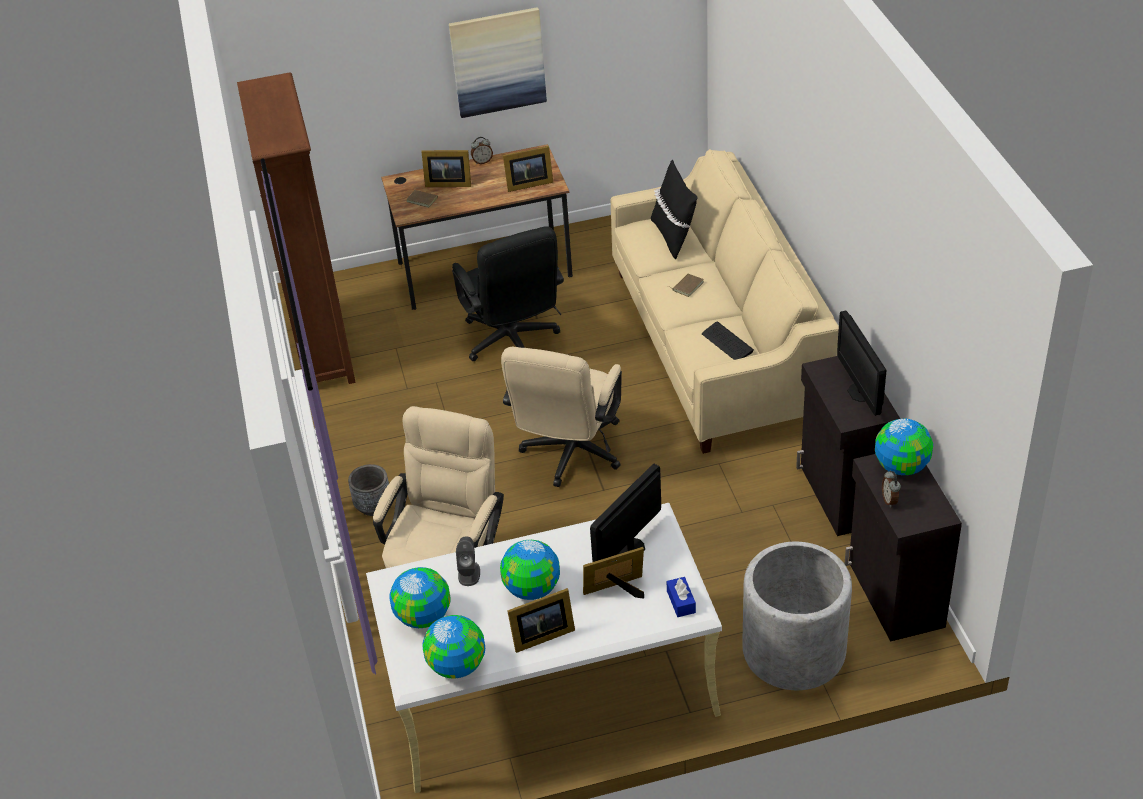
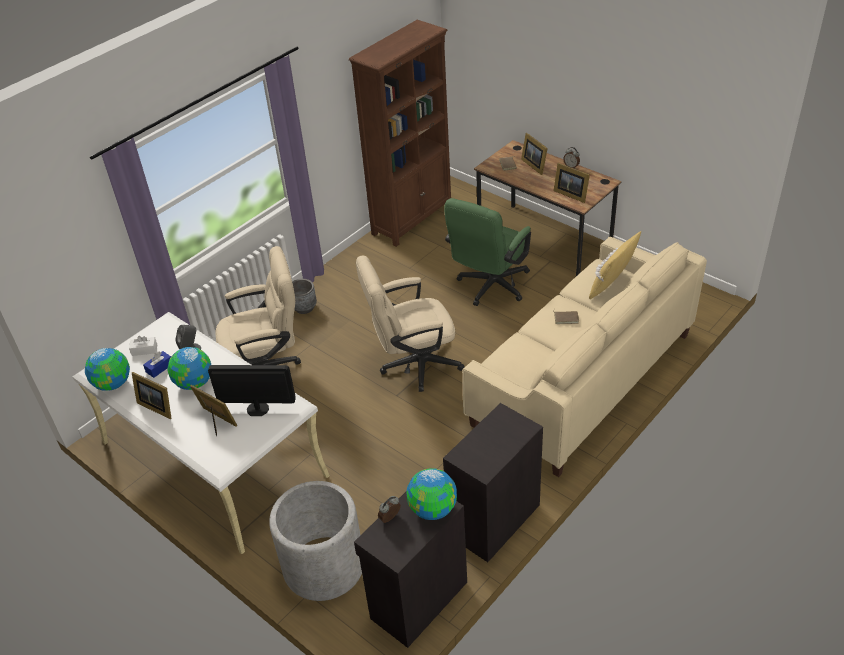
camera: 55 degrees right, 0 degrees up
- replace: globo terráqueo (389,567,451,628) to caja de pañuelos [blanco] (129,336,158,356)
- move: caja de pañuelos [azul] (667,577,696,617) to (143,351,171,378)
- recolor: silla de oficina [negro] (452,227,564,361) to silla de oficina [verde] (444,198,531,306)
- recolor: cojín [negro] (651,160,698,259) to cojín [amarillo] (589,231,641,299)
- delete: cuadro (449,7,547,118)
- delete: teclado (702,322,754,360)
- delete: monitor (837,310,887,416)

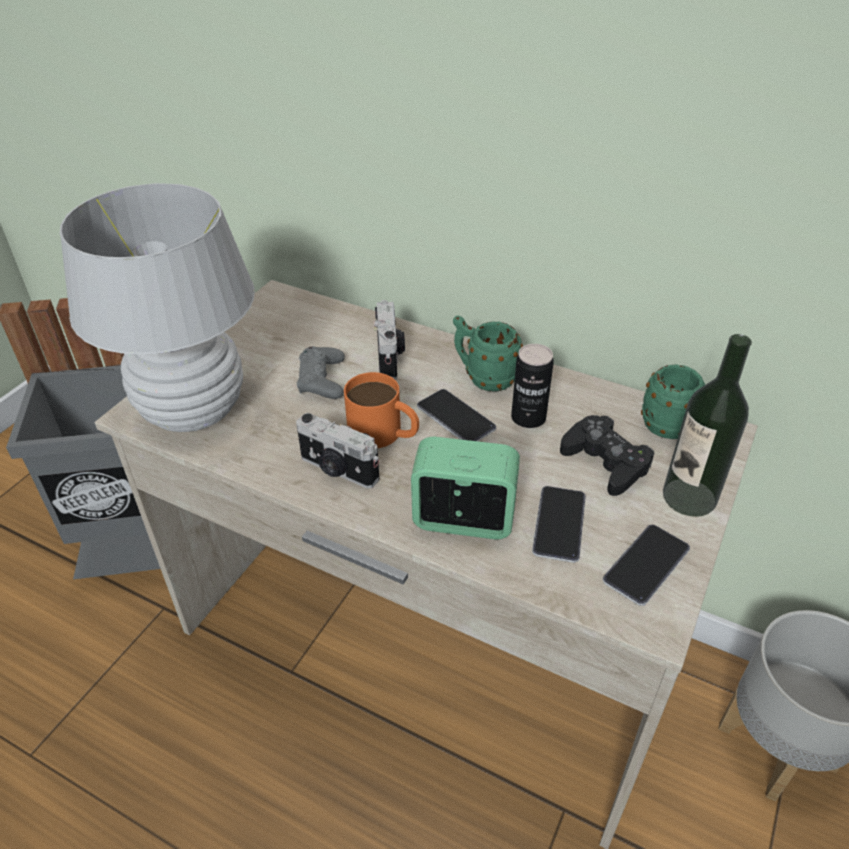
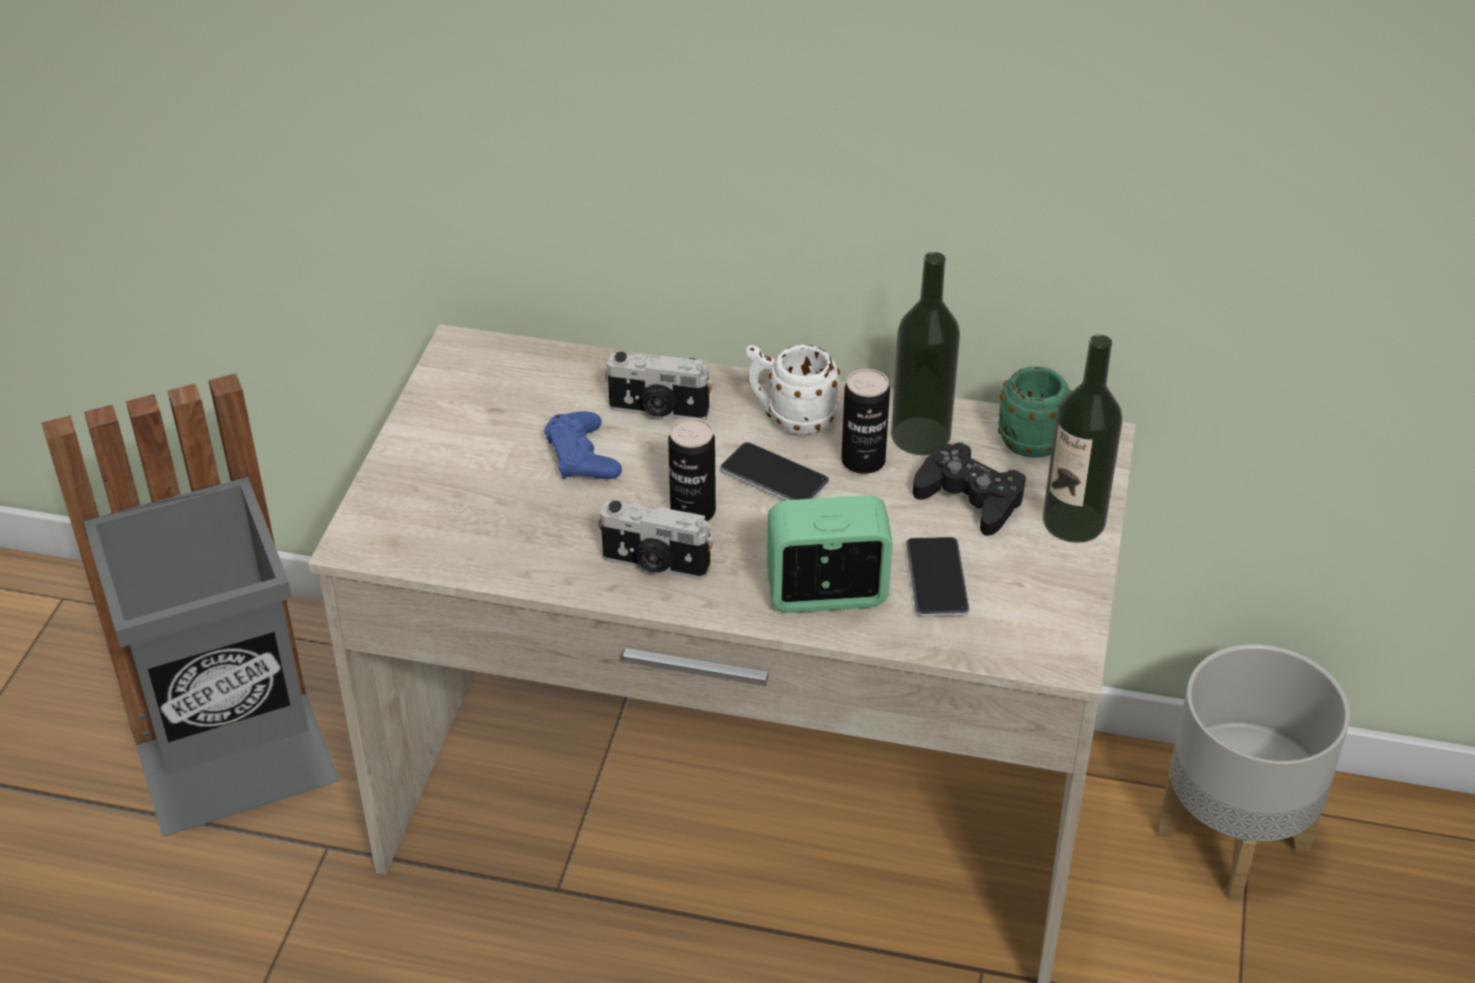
camera: 15 degrees left, 0 degrees up
- recolor: mando de consola [gris] (297,346,345,399) to mando de consola [azul] (544,411,622,479)
- rotate: cámara (373,300,405,380) = (605,352,713,420) 120 degrees clockwise
- replace: taza grande [naranja] (344,372,419,448) to lata (668,418,716,521)
- recolor: taza grande [verde] (453,315,523,391) to taza grande [blanco] (745,345,840,435)
- insert: botella (891,252,960,455)
- delete: lámpara de mesa [blanco] (60,183,255,432)
- delete: móvil (603,525,690,606)

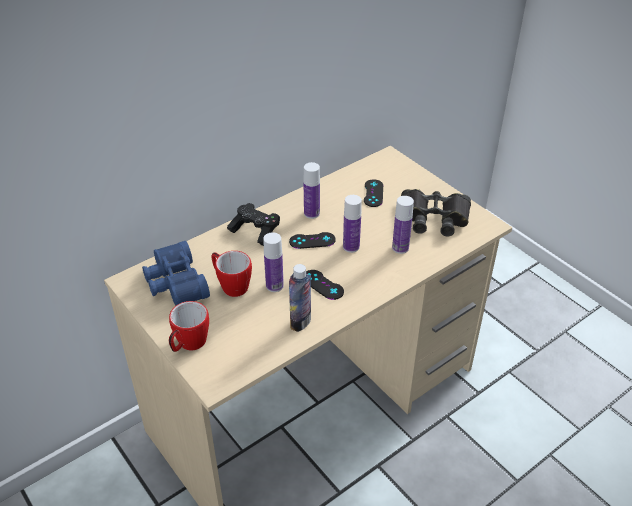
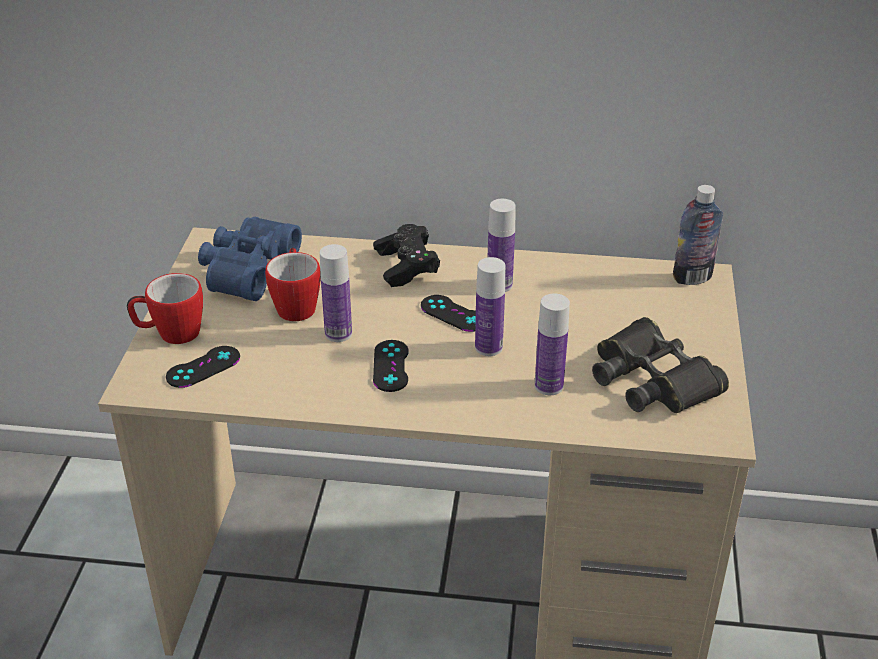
camera: 45 degrees right, 5 degrees down
- move: mando de consola [negro] (364,179,383,207) to (166,346,240,388)
- move: botella (289,264,311,332) to (673,185,723,285)

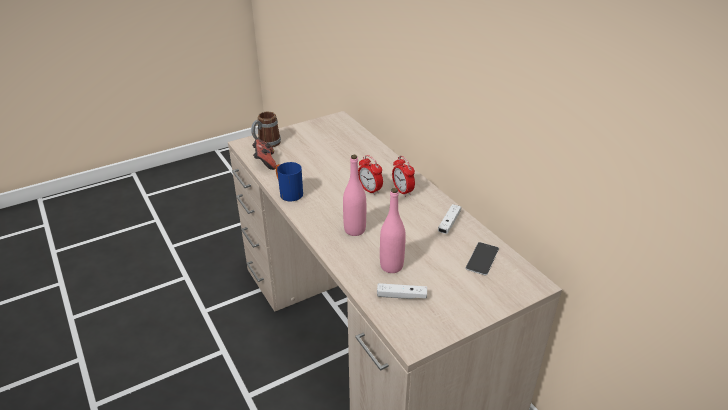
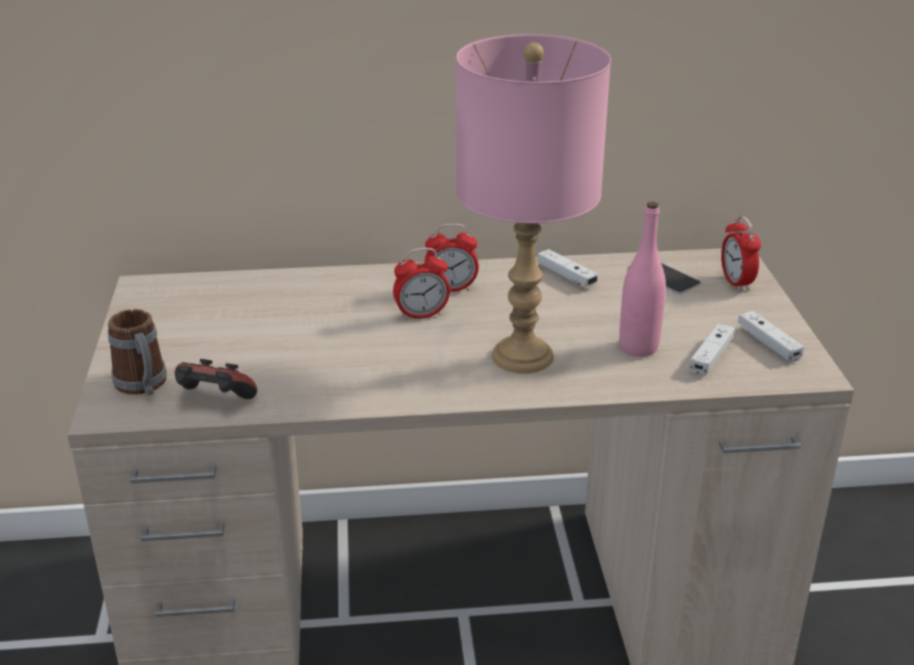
camera: 65 degrees left, 5 degrees down
- replace: botella [rosa] (343,155,366,236) to lámpara de mesa [rosa] (456,34,611,373)
- insert: despertador (721,215,761,292)
- insert: mando de consola [blanco] (738,311,804,363)
- delete: taza grande [azul] (276,162,303,201)

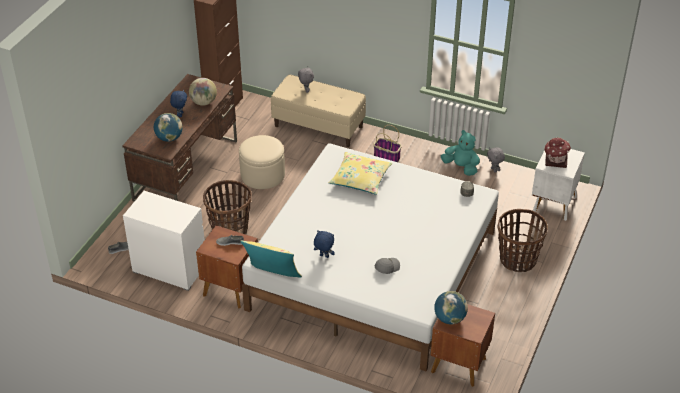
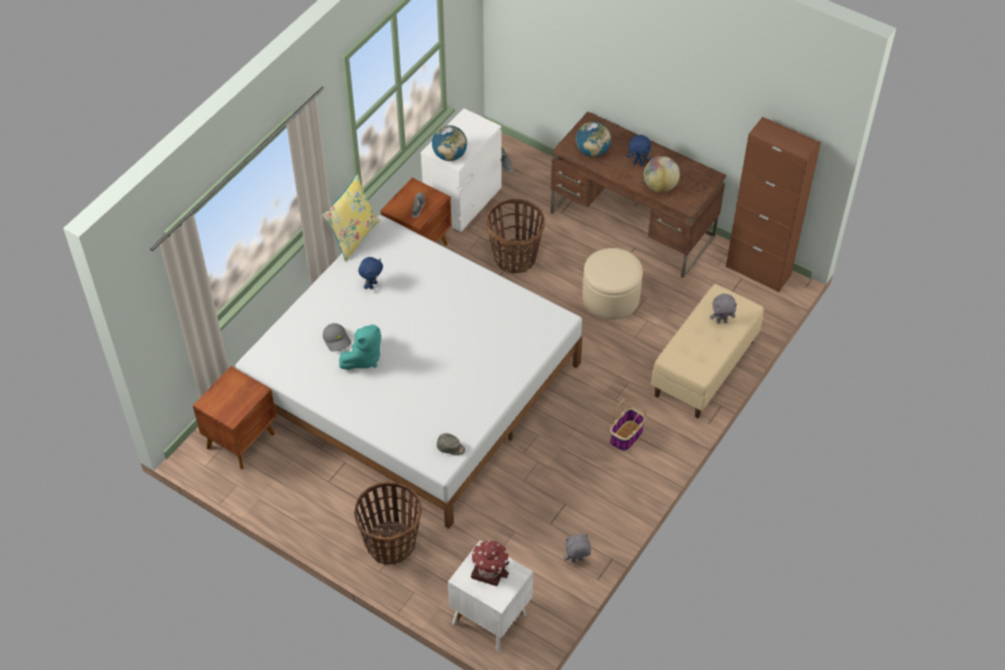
camera: 100 degrees right, 10 degrees up
- move: peluche [turquesa] (441,130,480,176) to (339,324,381,370)
- move: globo terráqueo (434,291,468,324) to (432,125,467,161)
- delete: cojín [amarillo] (329,152,392,195)

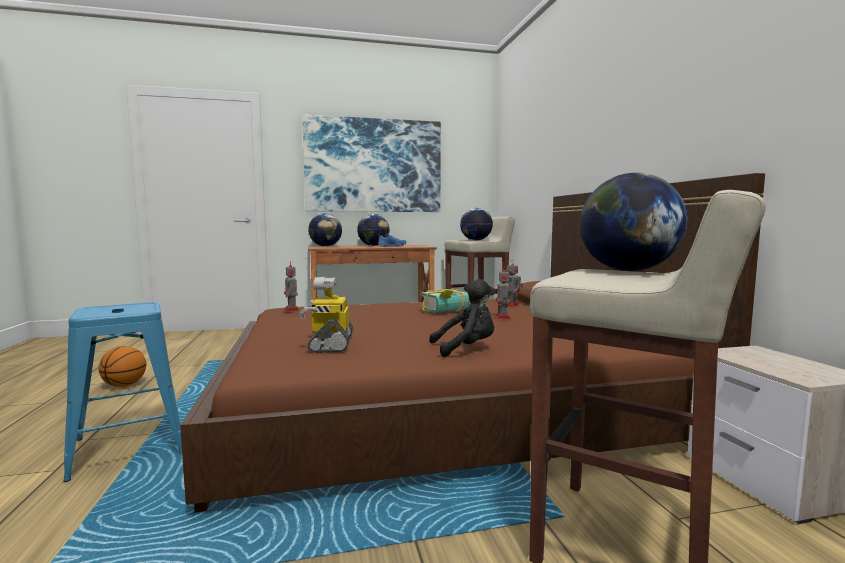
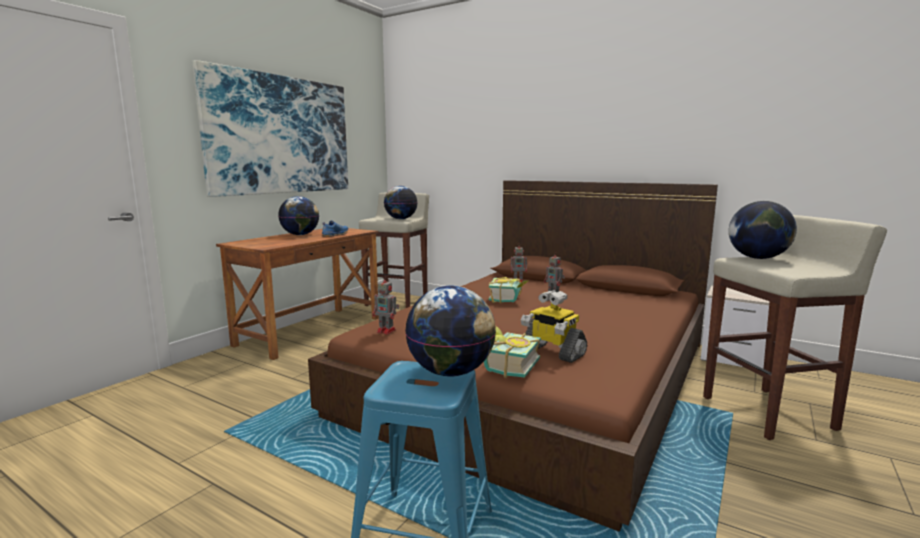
camera: 45 degrees left, 5 degrees up
- move: globo terráqueo (308,213,342,247) to (405,286,496,377)
- insert: libro (484,326,541,378)
- delete: balón de baloncesto (99,346,146,387)
- delete: peluche [negro] (429,279,495,357)

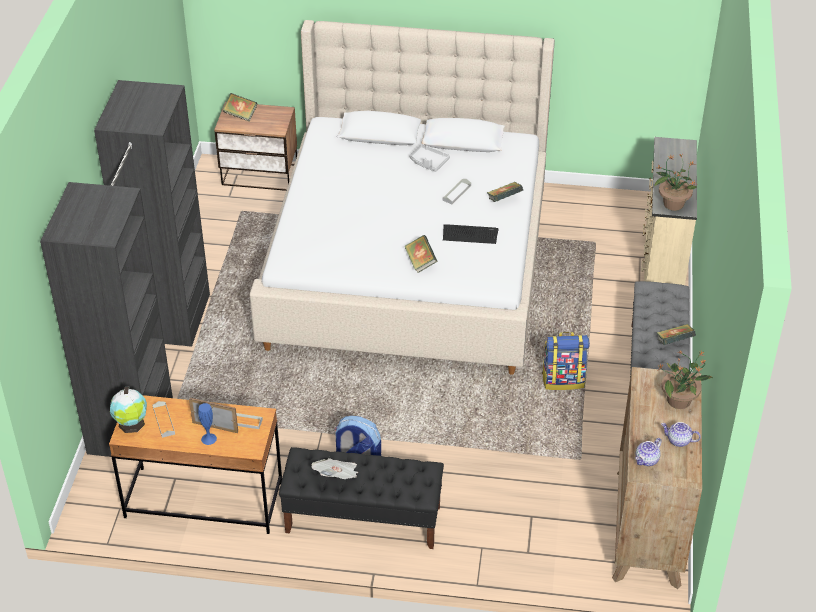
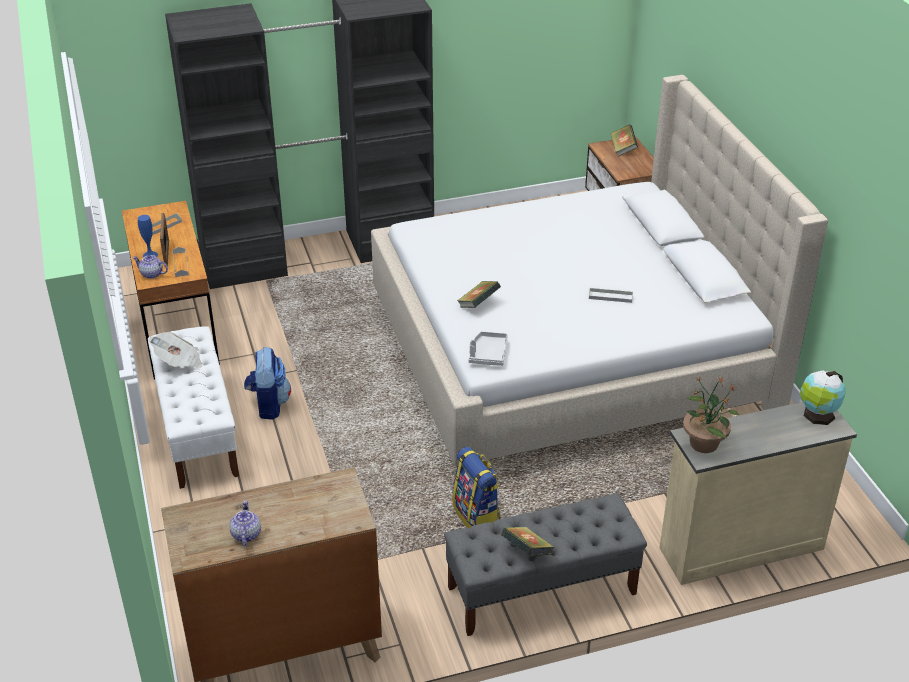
camera: 65 degrees right, 5 degrees down
- move: tetera (635,438,662,466) to (132,255,168,279)
- recolor: banco [negro] (279,447,444,549) to banco [blanco] (148,326,239,489)
- move: bandeja [gris] (410,144,450,172) to (468,331,508,366)
- move: globo terráqueo (110,387,147,433) to (800,370,846,425)
- delete: teclado (443,224,499,244)
- delete: libro (487,182,523,202)
- delete: planta en maceta (657,350,713,409)

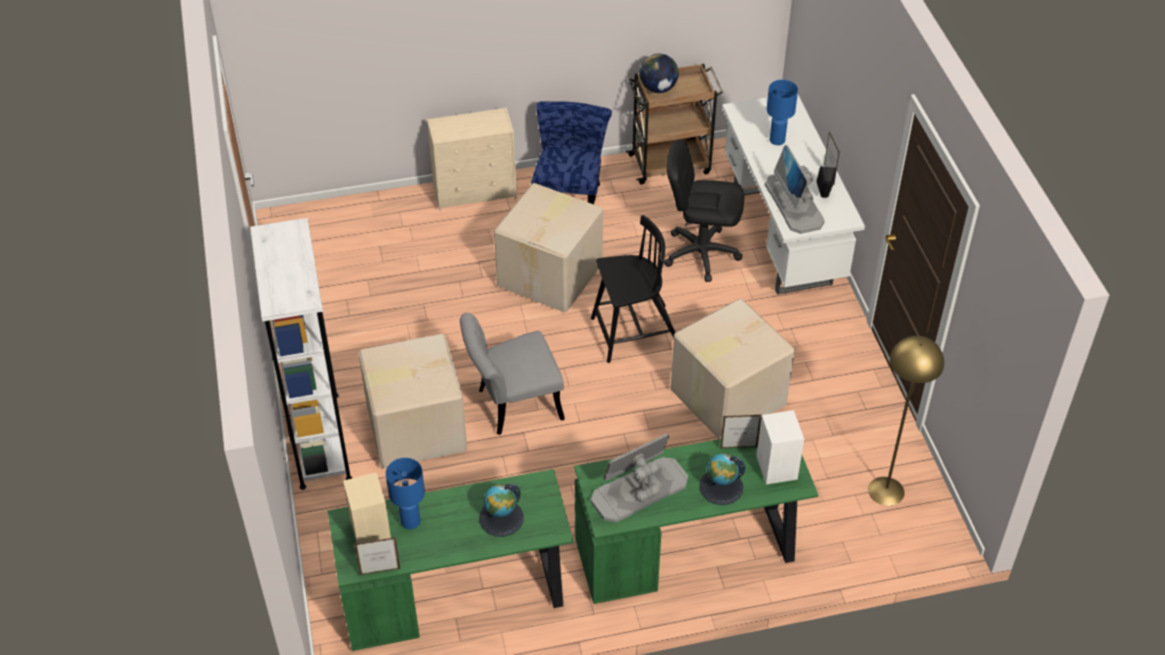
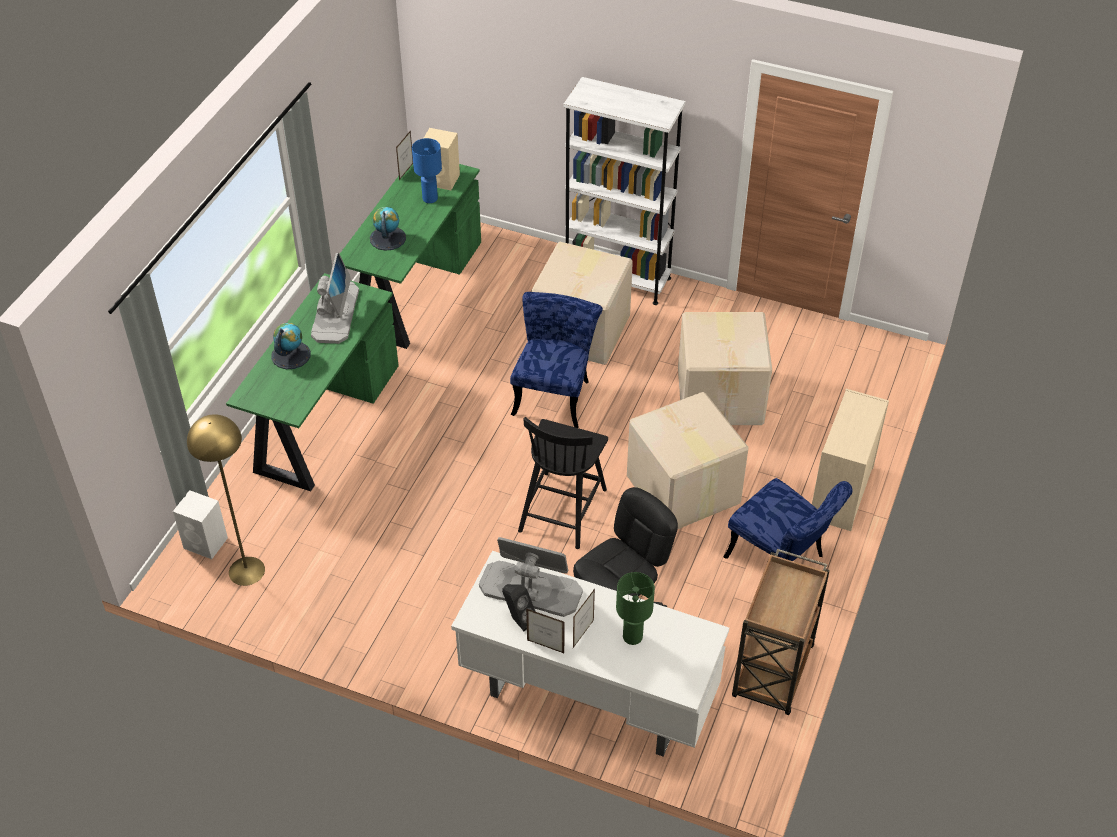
camera: 125 degrees right, 0 degrees up
- move: altavoz [blanco] (756,410,804,484) to (173,490,228,559)
- recolor: silla [gris] (460,313,565,435) to silla [azul] (510,292,603,428)
- move: portarretratos (720,414,762,449) to (573,589,595,648)
- recolor: lámpara de mesa [azul] (766,80,798,145) to lámpara de mesa [verde] (616,572,655,645)
- move: caja de cartón (671,299,795,439) to (678,312,772,425)
- delete: globo terráqueo (639,54,679,93)

